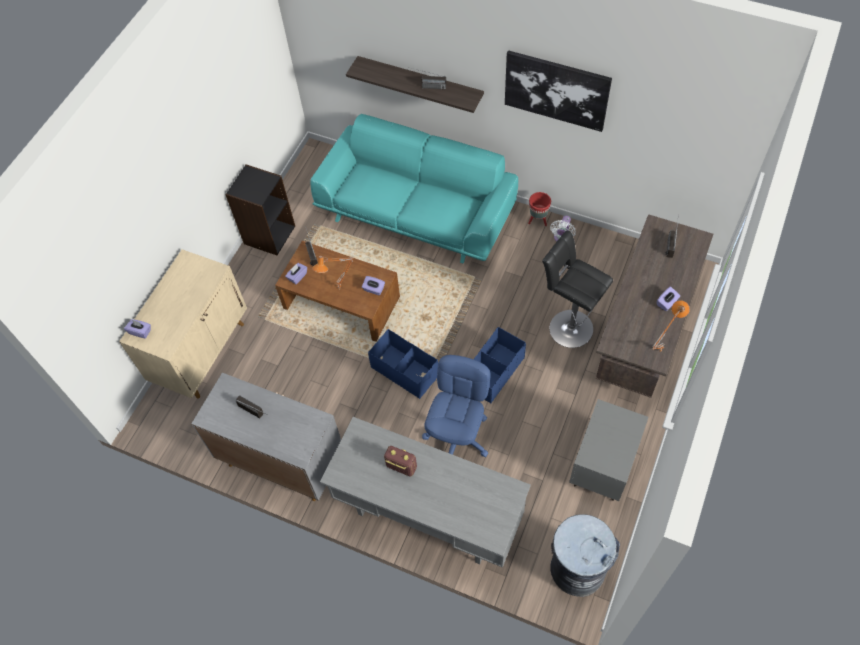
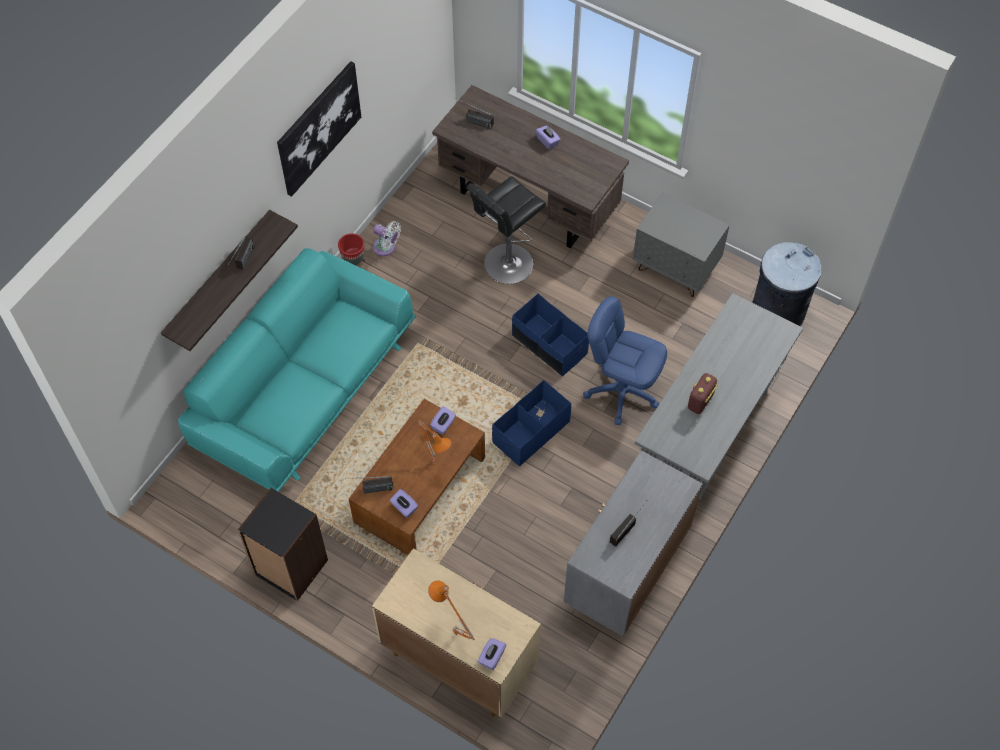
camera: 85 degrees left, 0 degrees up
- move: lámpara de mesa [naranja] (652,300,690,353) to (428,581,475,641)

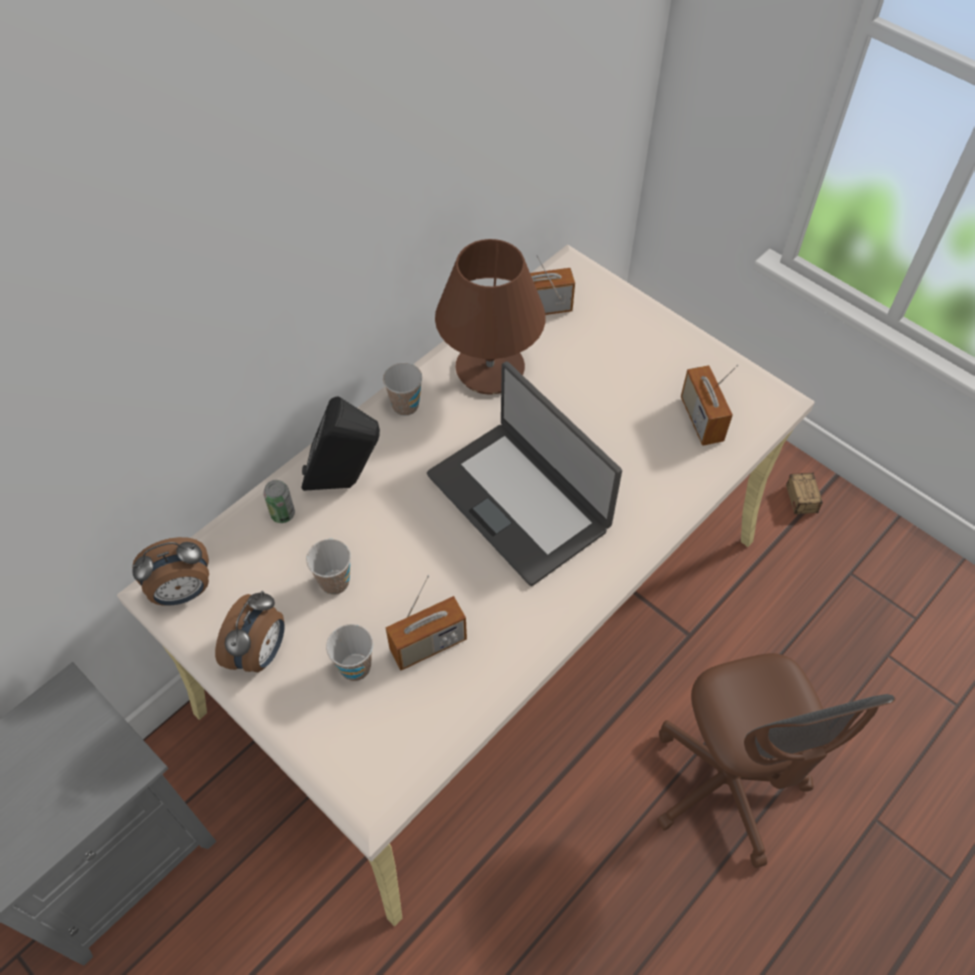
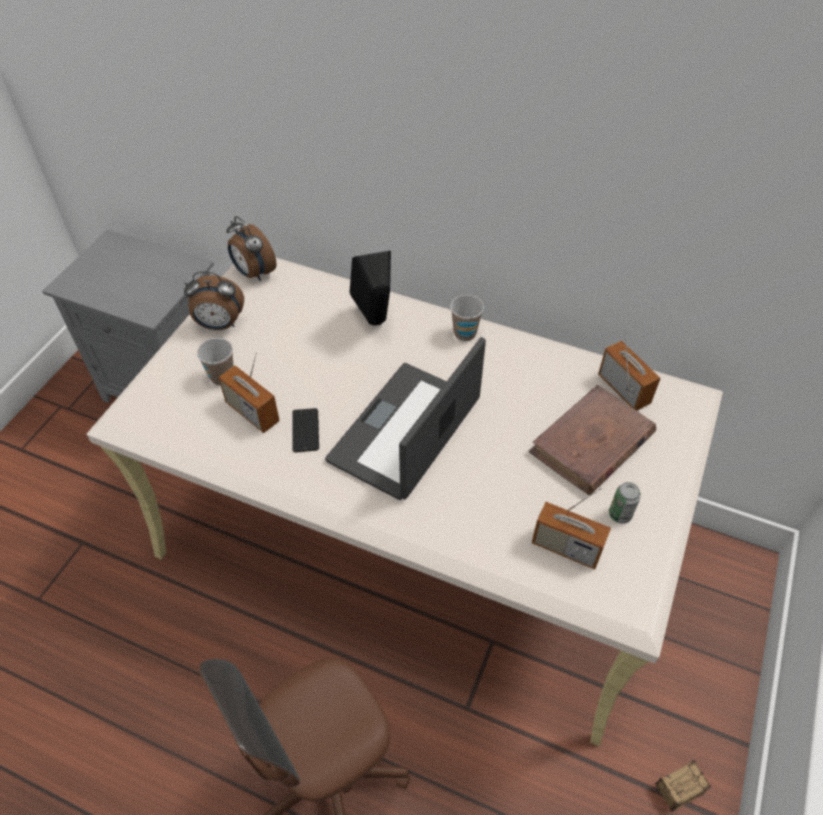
camera: 70 degrees right, 5 degrees down
- insert: móvil (292,408,319,452)
- insert: libro [marrón] (529,385,656,495)
- rotate: radio (681,365,739,446) = (532,488,611,569) 120 degrees counterclockwise
- move: lata (263,480,295,523) to (609,482,641,524)
- delete: taza (306,539,351,595)
- delete: lámpara de mesa [marrón] (435,239,546,394)

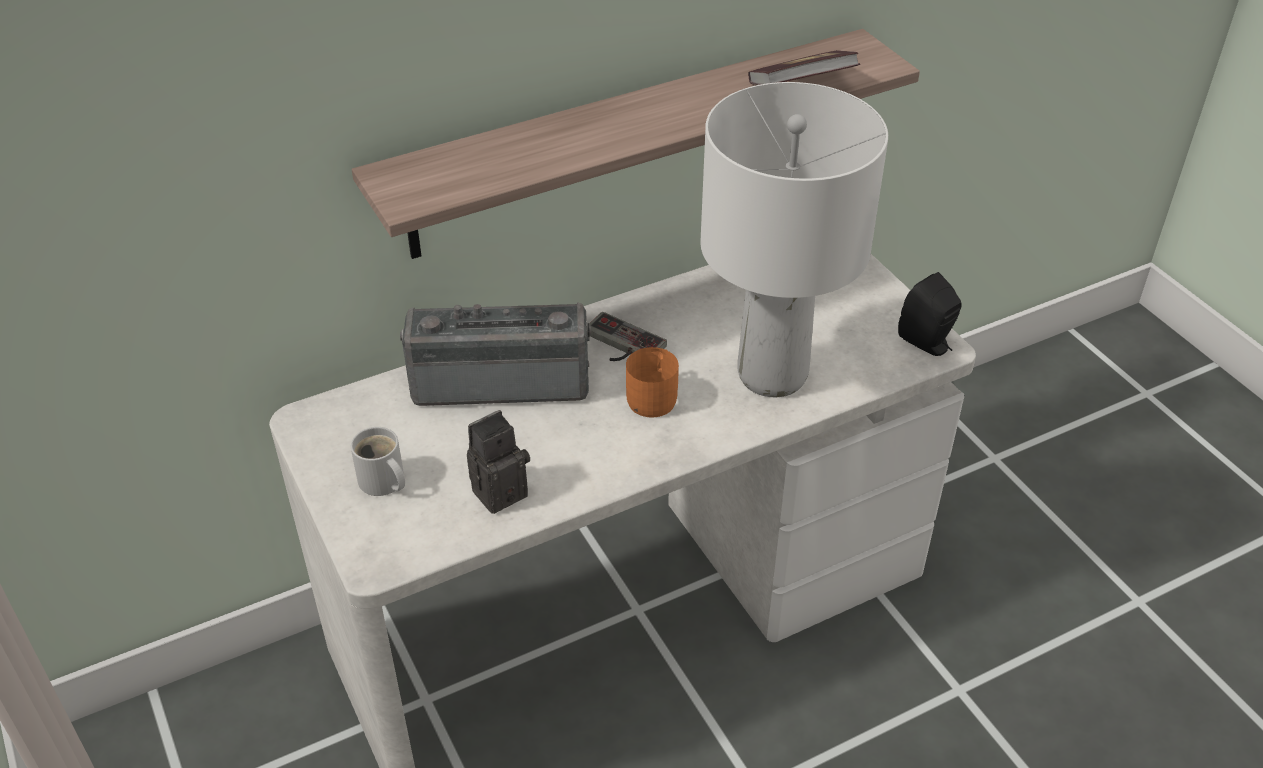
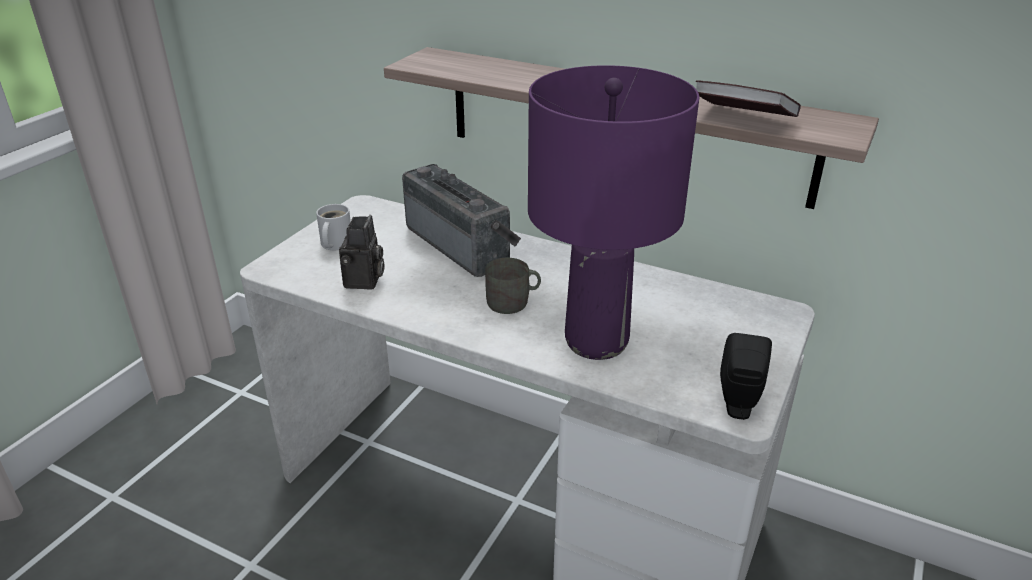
camera: 55 degrees right, 10 degrees down
- rotate: cámara (467,410,530,514) = (339,215,385,289) 75 degrees clockwise
- recolor: taza grande [naranja] (626,347,679,418) to taza grande [gris] (485,258,541,314)
- recolor: lámpara de mesa [blanco] (700,82,888,397) to lámpara de mesa [morado] (528,65,699,360)
- delete: mando de consola (589,312,667,361)

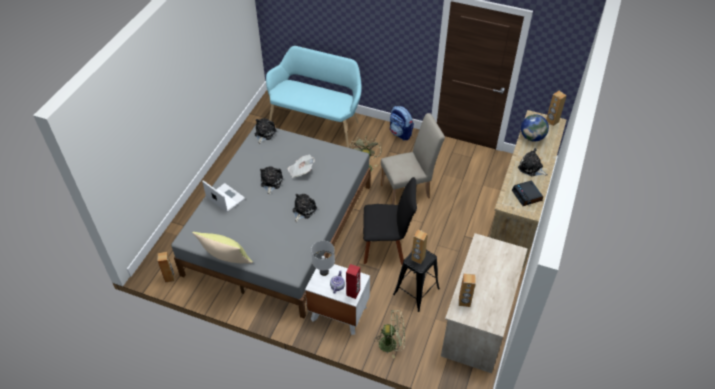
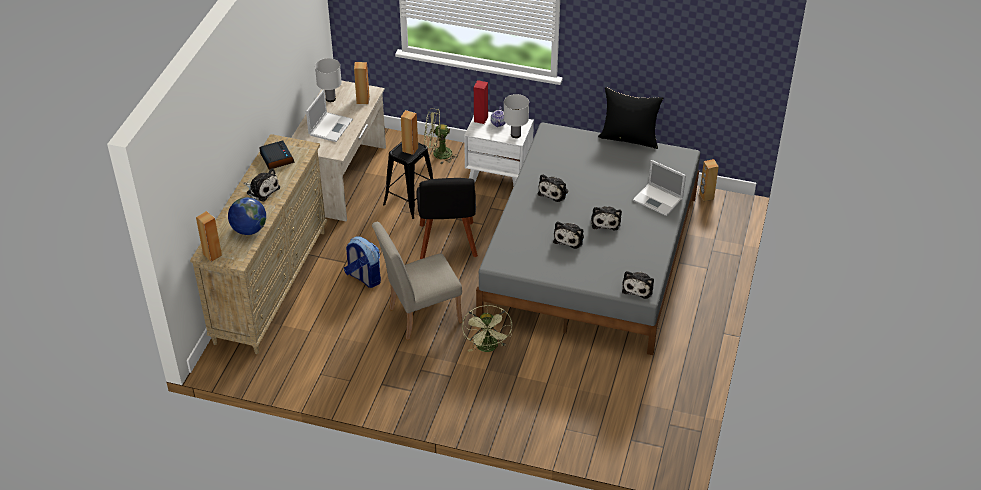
camera: 175 degrees right, 5 degrees down
- insert: portátil (306,89,353,142)
- insert: lámpara de mesa [blanco] (315,58,342,102)
- move: mochila (390,106,414,140) to (344,236,381,288)
- rotate: silla [negro] (363,177,417,265) = (417,178,478,259) 90 degrees counterclockwise
- replace: periódico (288,155,315,178) to peluche (553,222,584,249)
- recolor: cojín [amarillo] (192,232,253,264) to cojín [negro] (598,87,663,149)
- delete: banco [turquesa] (266,46,362,148)

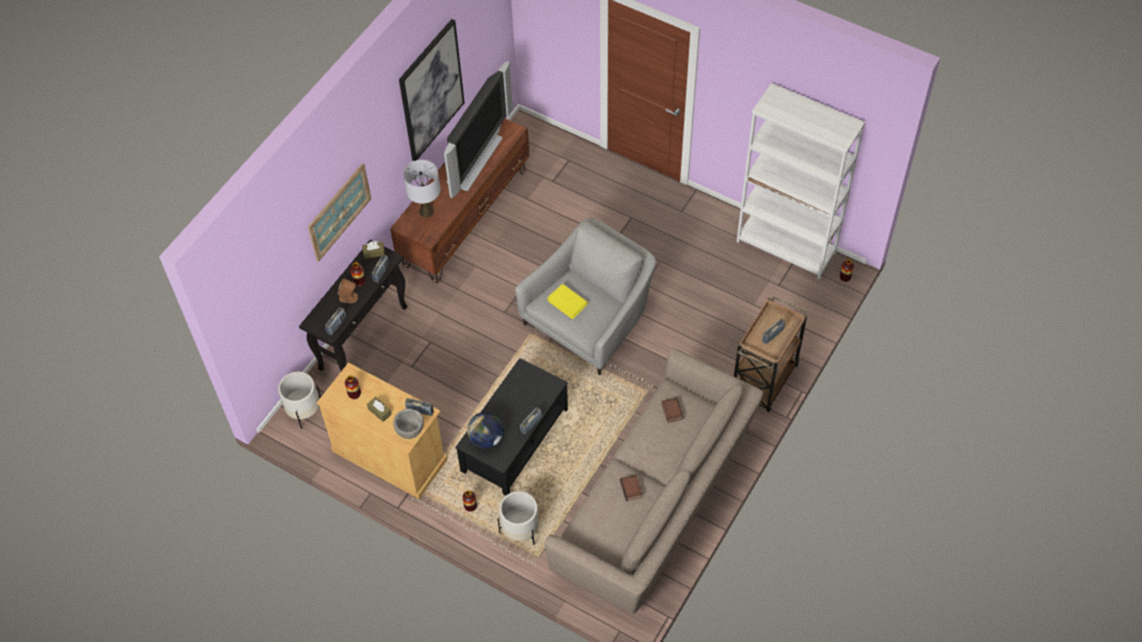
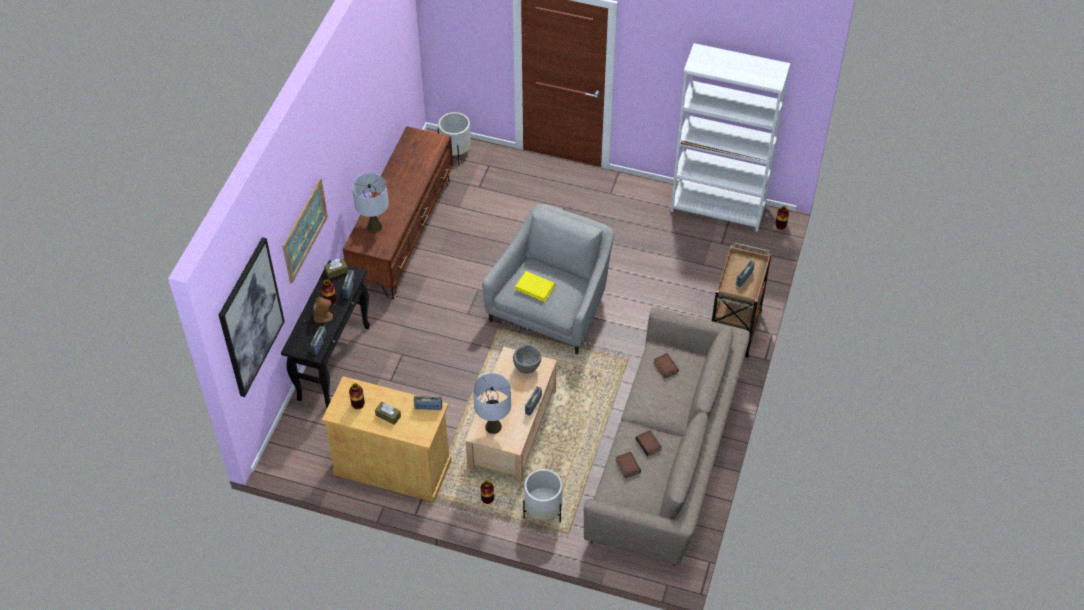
camera: 15 degrees left, 5 degrees down
- move: cuadro (399,19,465,161) to (219,237,285,397)
- move: maceta [blanco] (278,372,321,429) to (438,112,471,166)
- recolor: mesa de centro [negro] (455,358,568,496) to mesa de centro [beis] (465,347,557,483)
- replace: globo terráqueo (467,412,504,448) to lámpara de mesa [gris] (473,373,511,434)
- move: cuenco [gris] (394,409,424,439) to (513,345,542,374)
- insert: libro (616,452,641,478)
- delete: televisor (444,61,513,198)

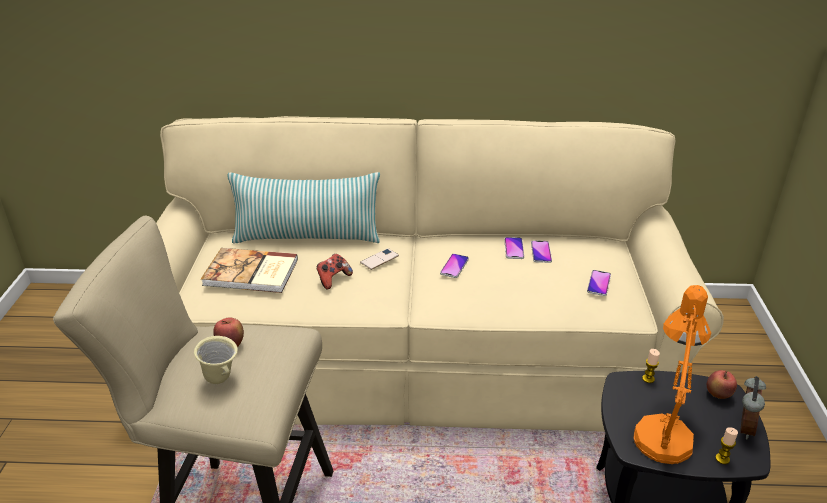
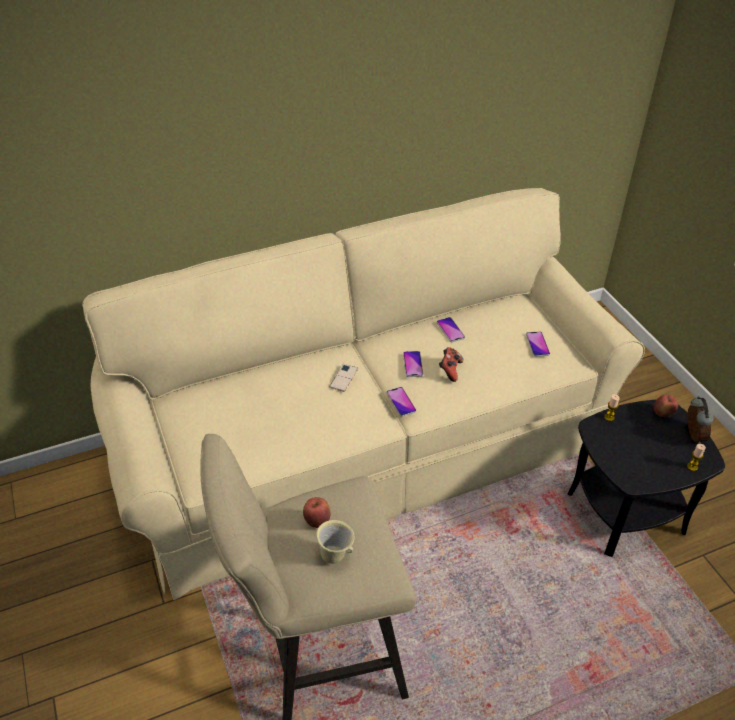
camera: 25 degrees left, 10 degrees up
- move: móvil (531,240,552,263) to (387,387,416,417)
- move: mando de consola (316,254,353,290) to (439,347,463,382)
- delete: libro (201,248,298,293)
- delete: cojín (228,172,380,243)
- delete: lámpara de mesa [naranja] (634,285,711,464)

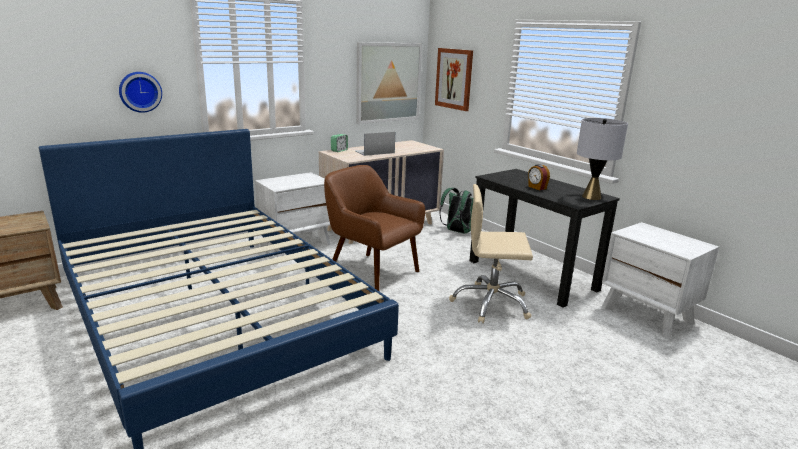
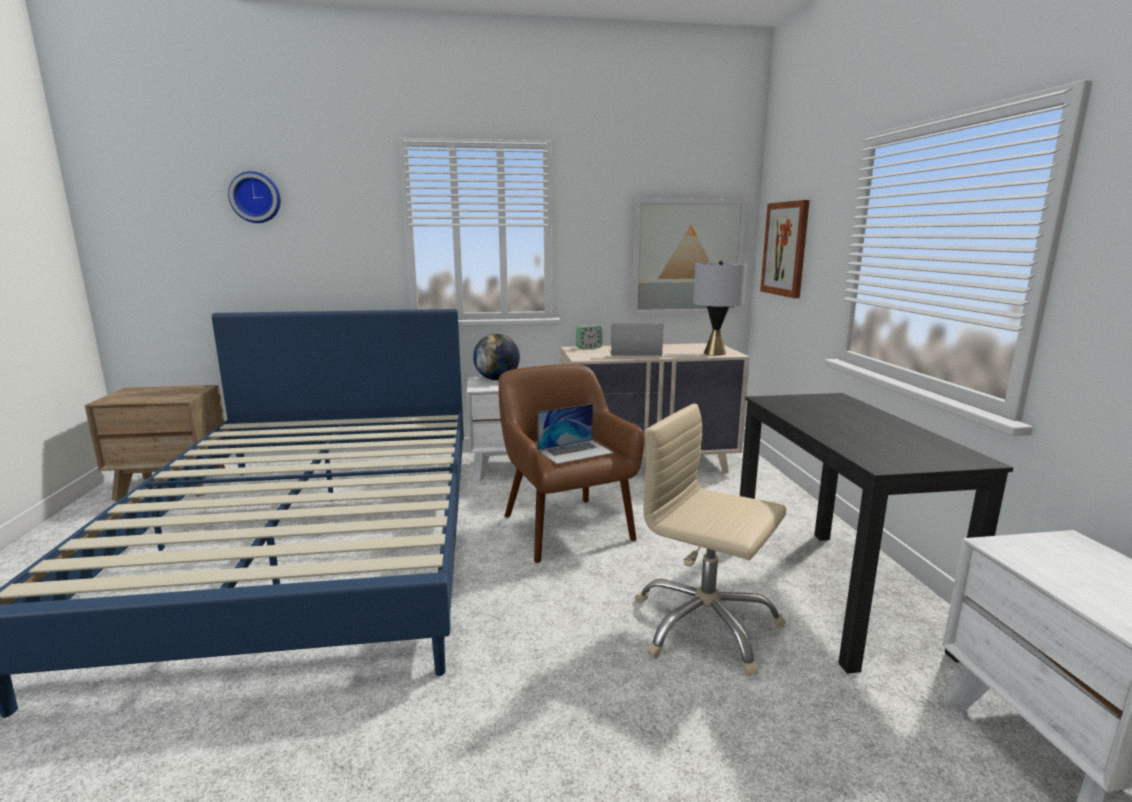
camera: 30 degrees right, 5 degrees down
- move: reloj de pared (119,72,162,113) to (228,171,281,223)
- insert: globo terráqueo (473,334,520,380)
- insert: portátil (537,404,614,464)
- move: lámpara de mesa [gris] (577,118,628,200) to (693,261,747,356)
- delete: mochila [verde] (439,188,473,233)
- delete: despertador (528,164,550,190)

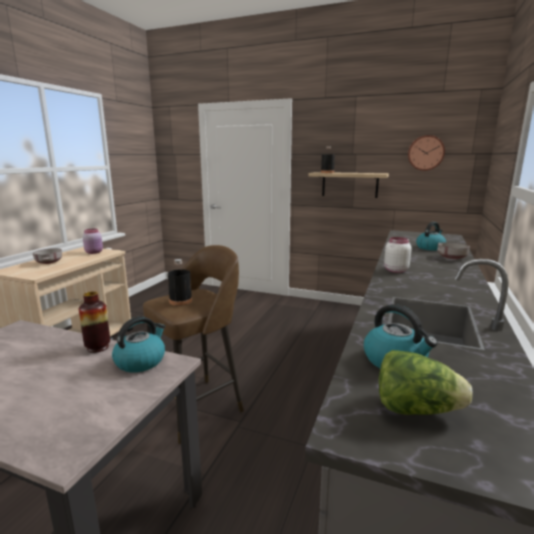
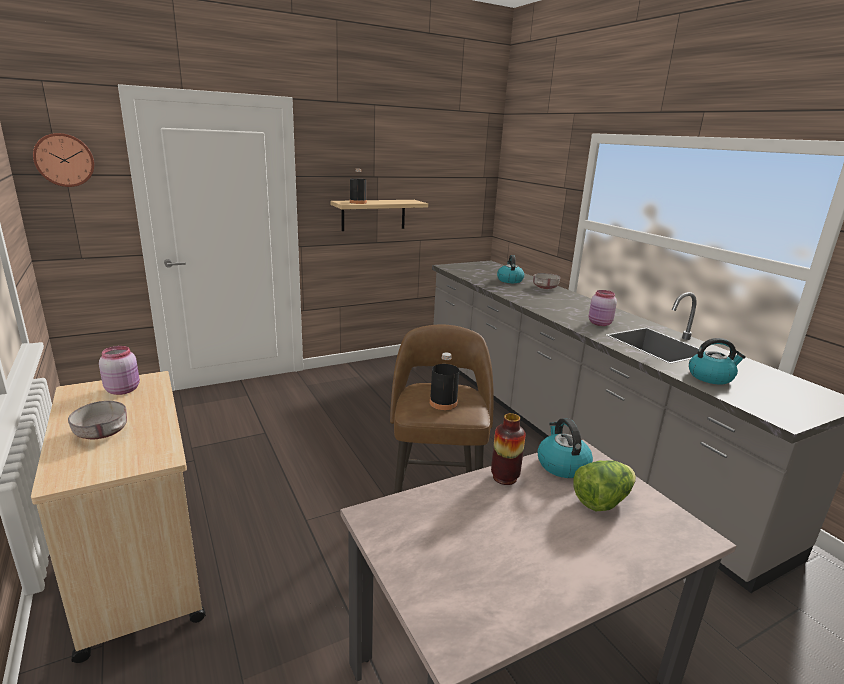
camera: 50 degrees left, 5 degrees up
- move: reloj de pared (408,135,445,171) to (33,133,95,187)
- move: lechuga (379,350,473,415) to (573,460,636,511)
- insert: tarro [rosa] (589,290,617,326)
- delete: tarro [blanco] (384,237,412,273)

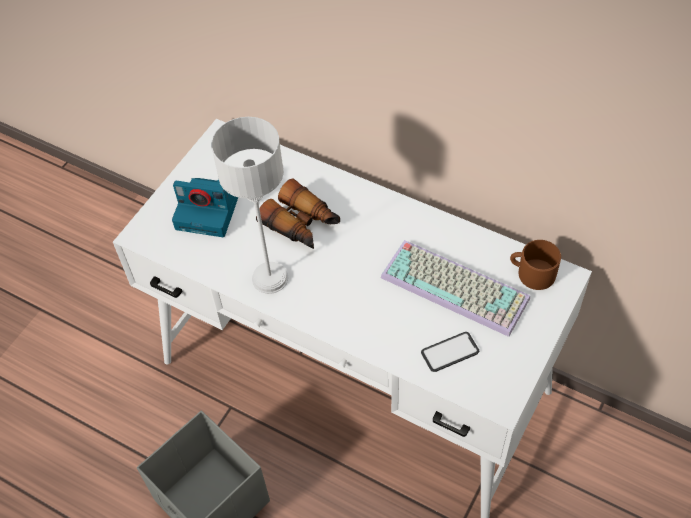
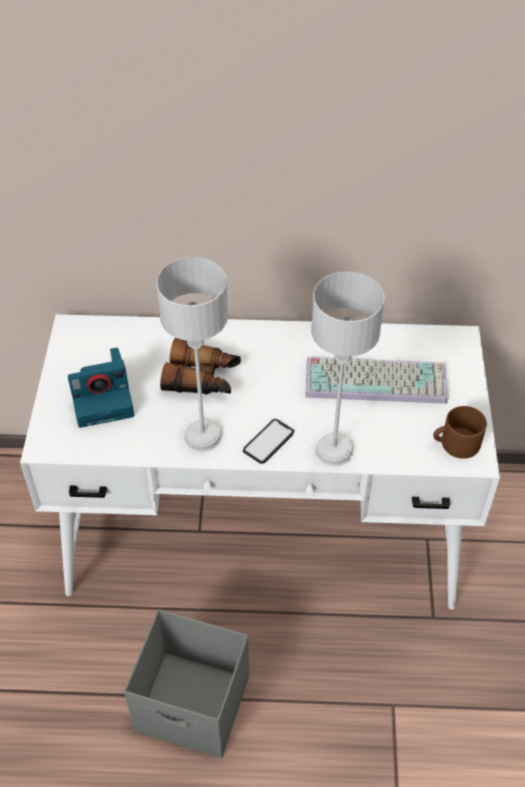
camera: 30 degrees left, 5 degrees down
- move: móvil (421,332,479,372) to (243,419,294,464)
- insert: lámpara de mesa [gris] (311,271,385,466)
- move: taza grande [marrón] (510,240,561,290) to (433,406,487,459)

